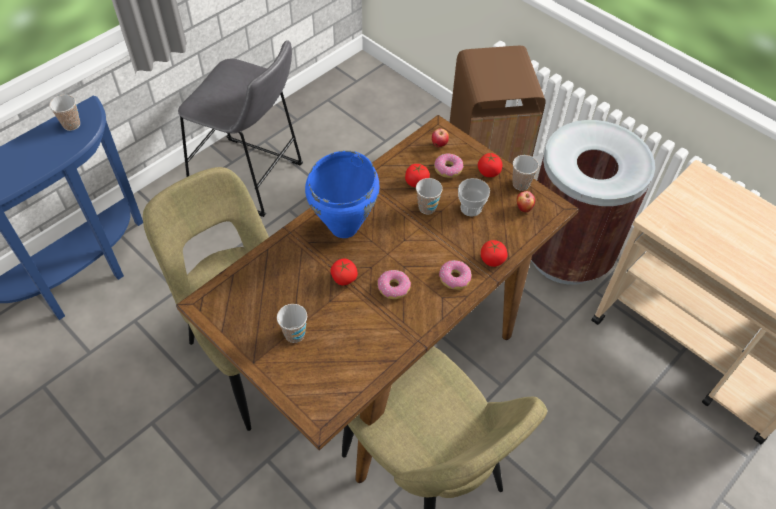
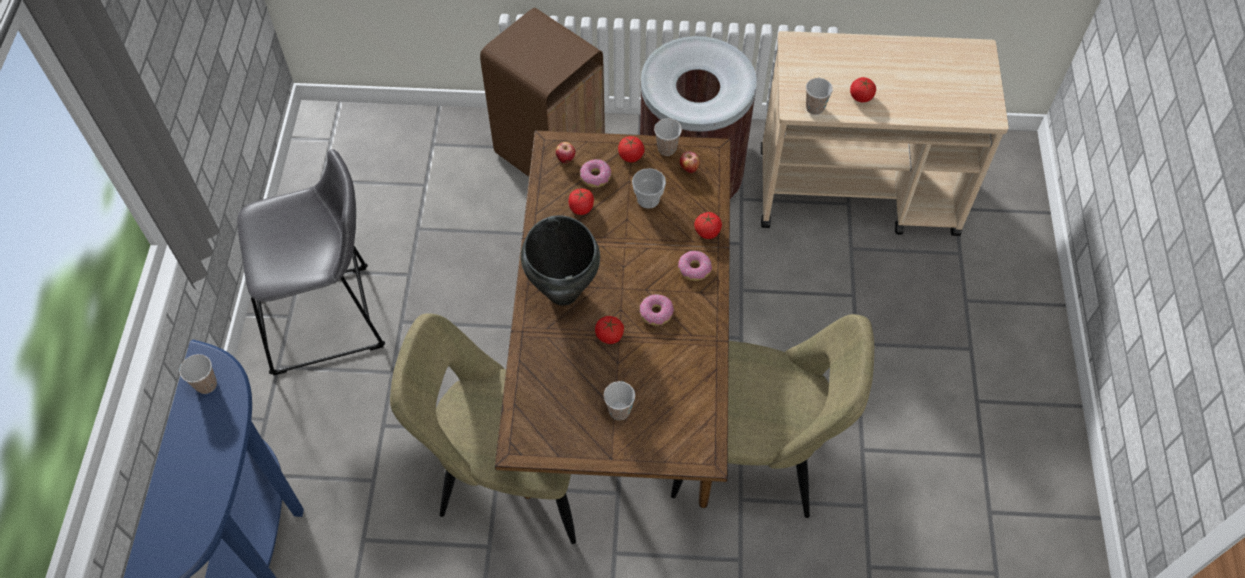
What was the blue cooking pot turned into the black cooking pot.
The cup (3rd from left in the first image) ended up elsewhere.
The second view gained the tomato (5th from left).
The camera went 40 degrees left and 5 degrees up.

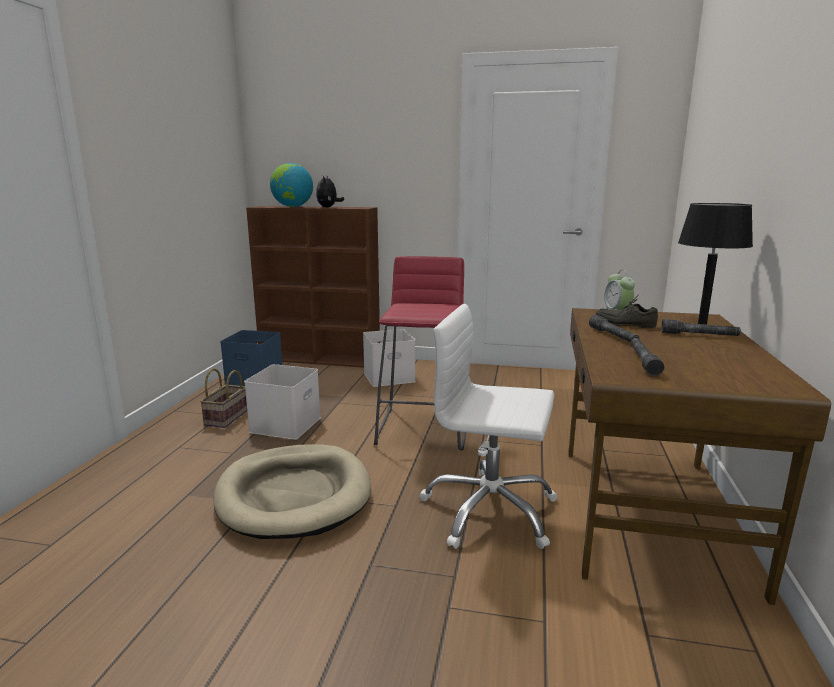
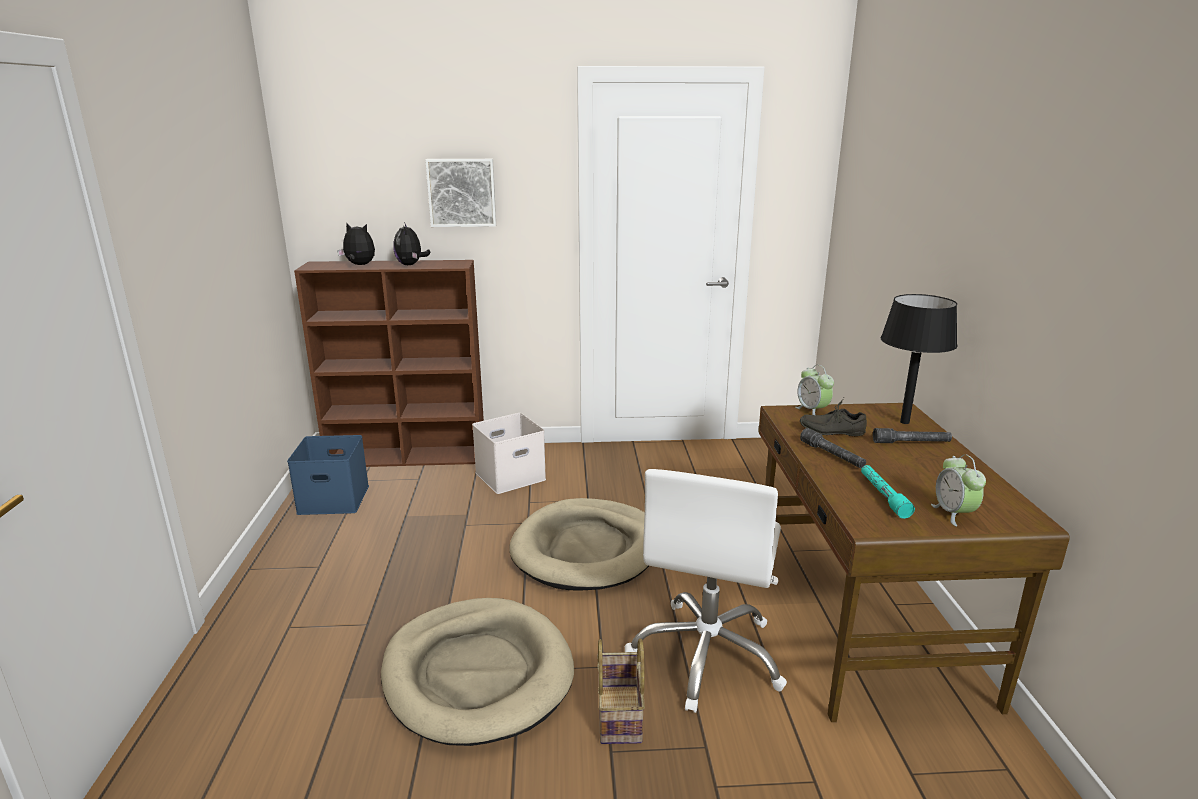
Where the globe stood, the plush toy (1st from left) came to stand.
The second view gained the picture.
Where the red stool stood, the beige dog bed (2nd from left) came to stand.
The basket ended up elsewhere.
The white office chair ended up facing another way, 75 degrees counterclockwise from before.
What was the grey flashlight (2nd from left) turned into the turquoise flashlight.
The second view gained the alarm clock (2nd from left).
The second view lost the white storage box (1st from left).
The camera went 15 degrees left and 5 degrees up.

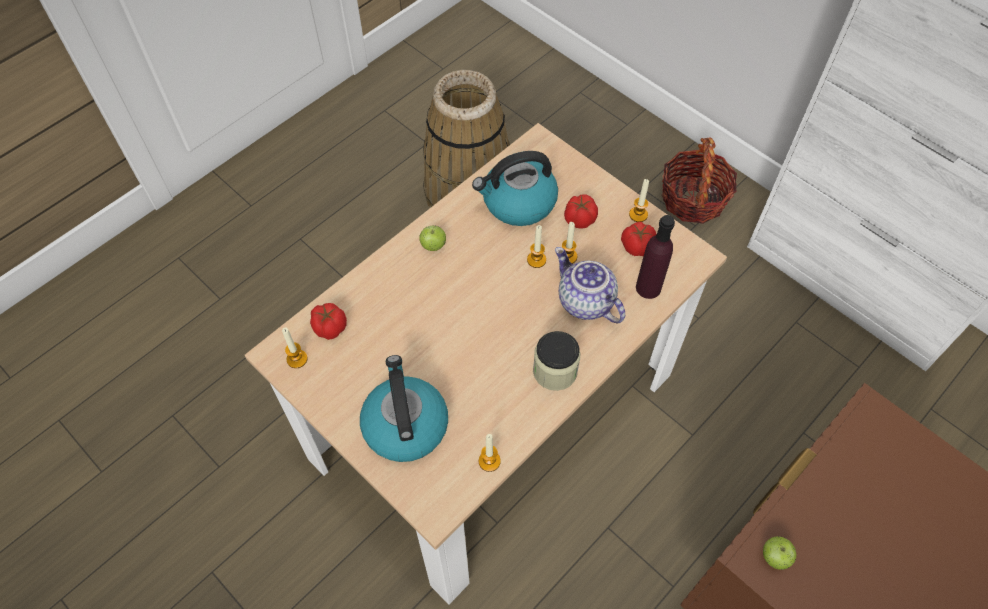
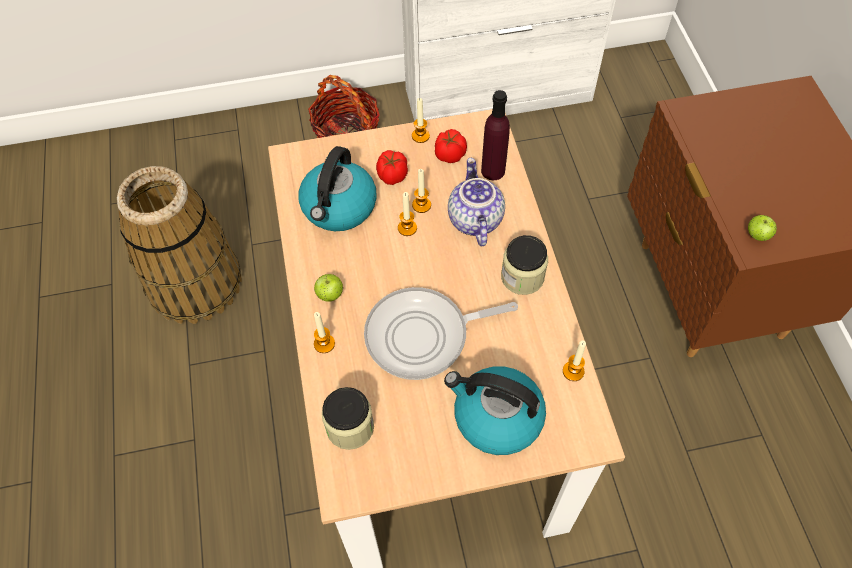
The candle (1st from left) ended up elsewhere.
Where the tomato (1st from left) stood, the jar (1st from left) came to stand.
The second view gained the frying pan.
The teapot ended up facing another way, 90 degrees clockwise from before.
The camera went 55 degrees left and 0 degrees up.

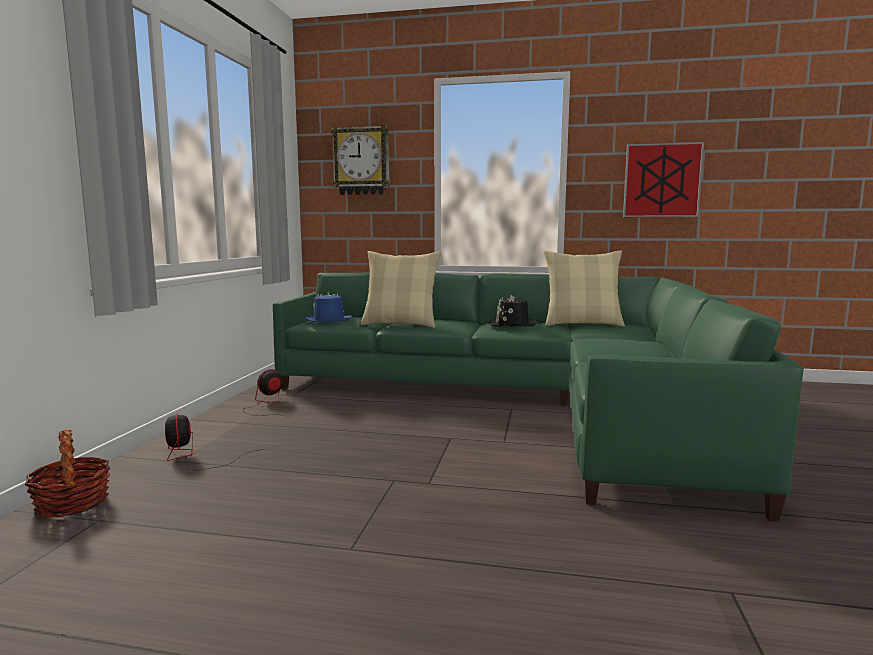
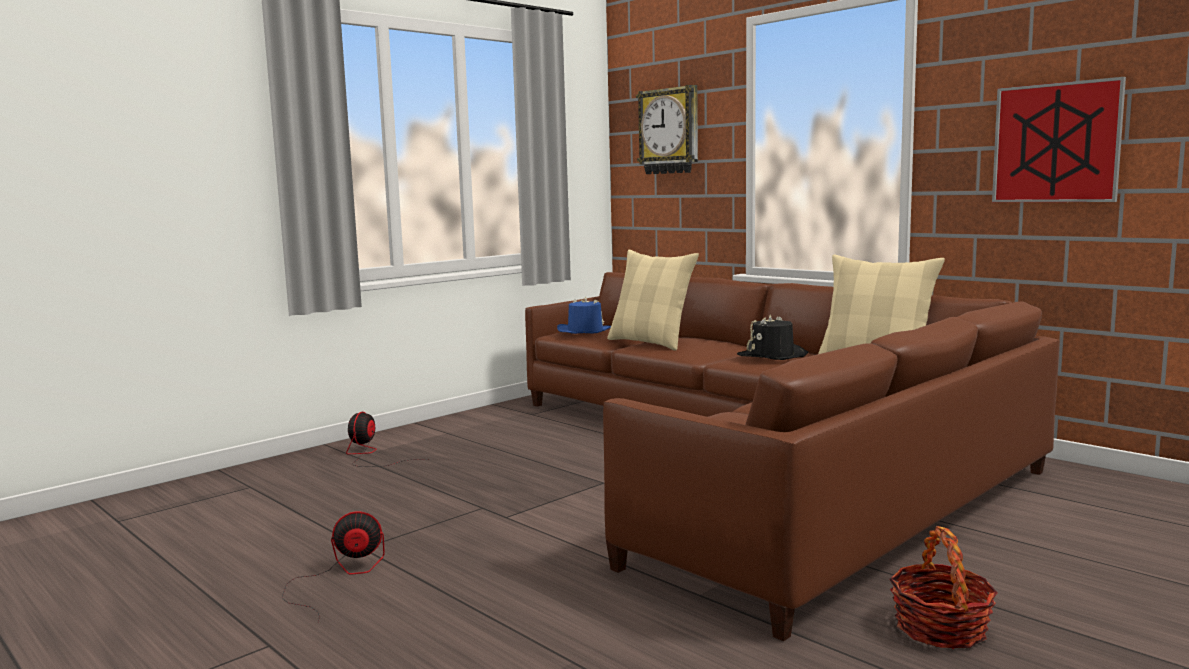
The fan (2nd from left in the first image) ended up elsewhere.
What was the green sofa turned into the brown sofa.
The basket ended up elsewhere.
The camera went 35 degrees right and 0 degrees up.

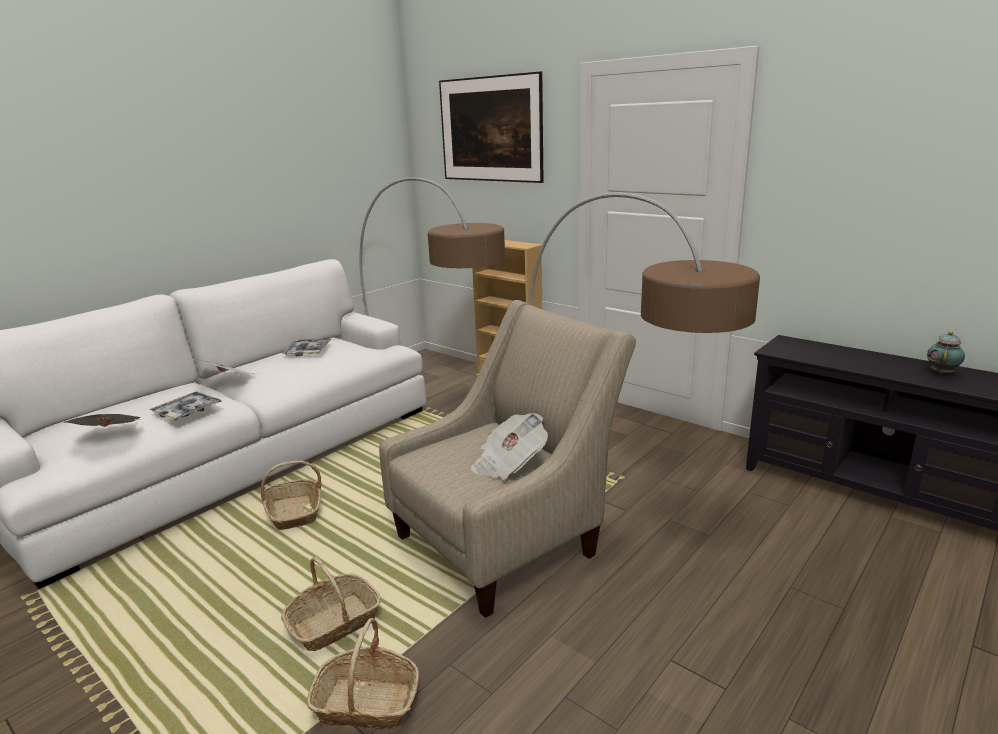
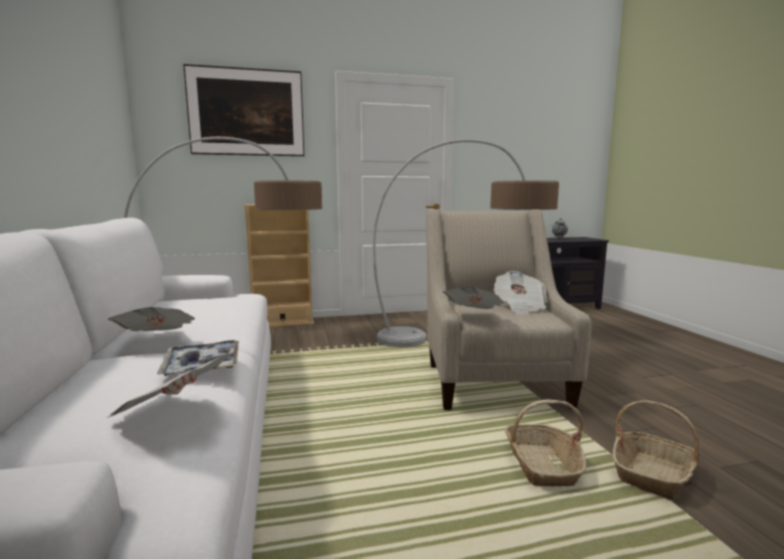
The second view gained the newspaper (3rd from left).
The second view lost the basket (1st from left).
The second view lost the tray (2nd from left).
The camera went 55 degrees left and 10 degrees down.

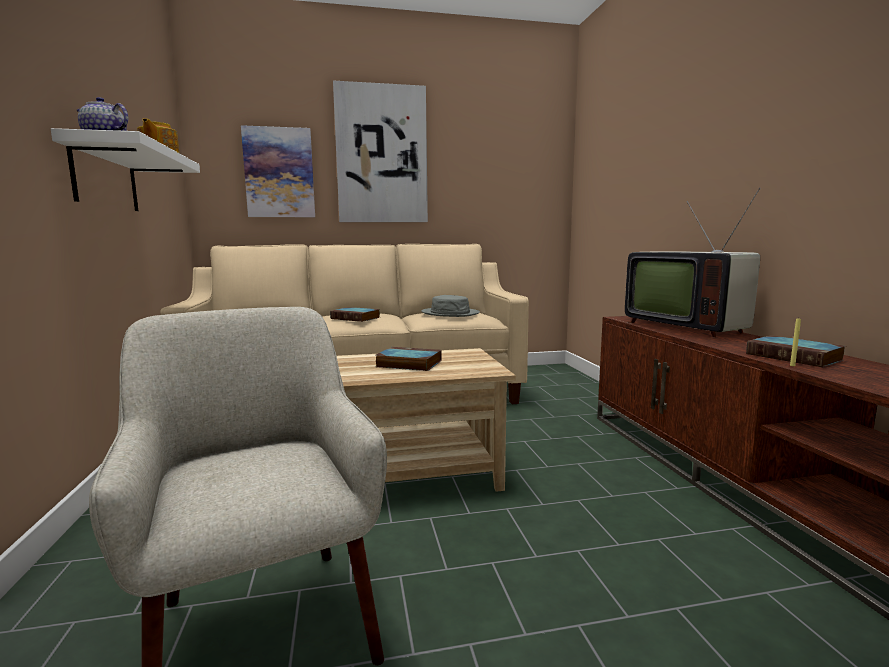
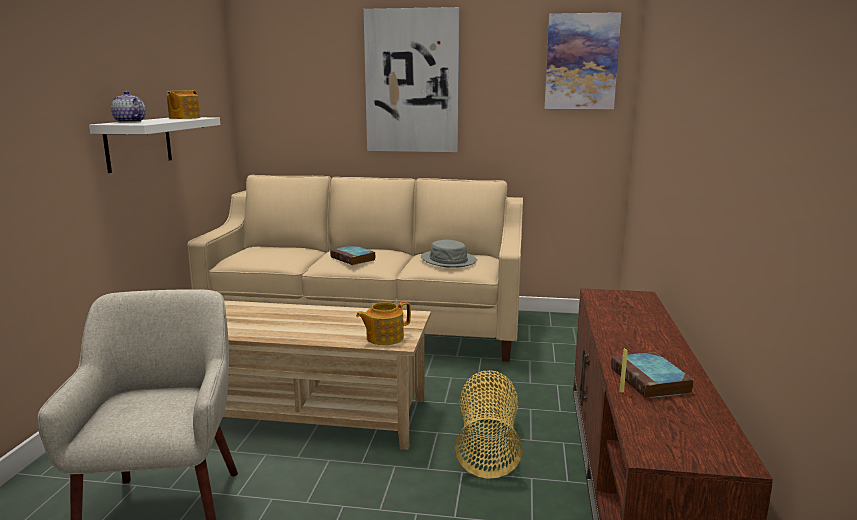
The second view gained the teapot (3rd from left).
The second view gained the basket.
The picture (1st from left in the first image) ended up elsewhere.
The second view lost the book (2nd from left).
The second view lost the television.
The camera went 20 degrees right and 5 degrees up.

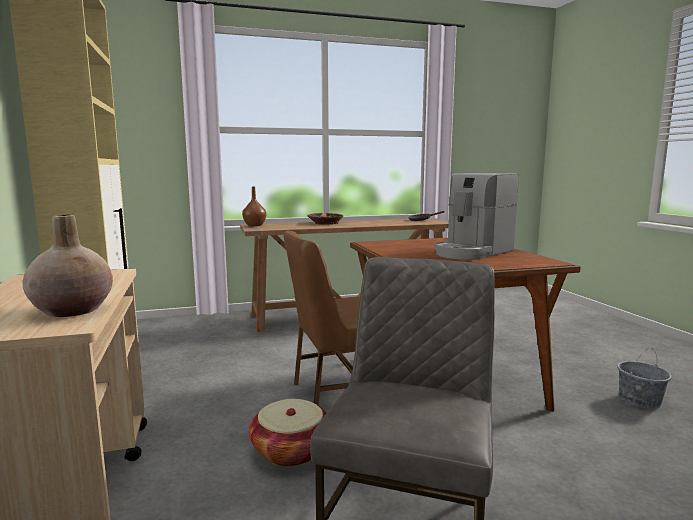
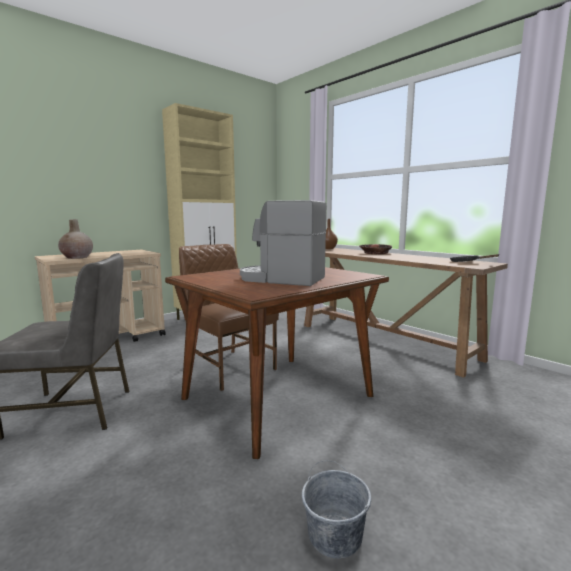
The second view lost the basket.
The camera went 65 degrees right and 0 degrees up.

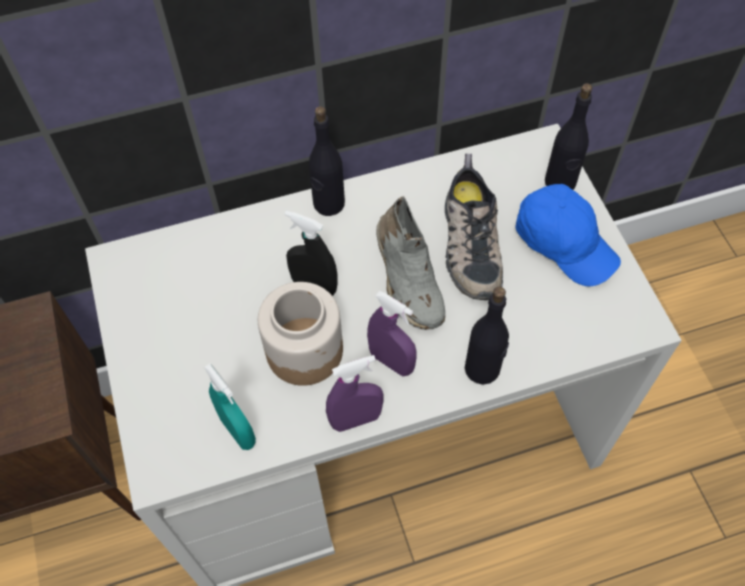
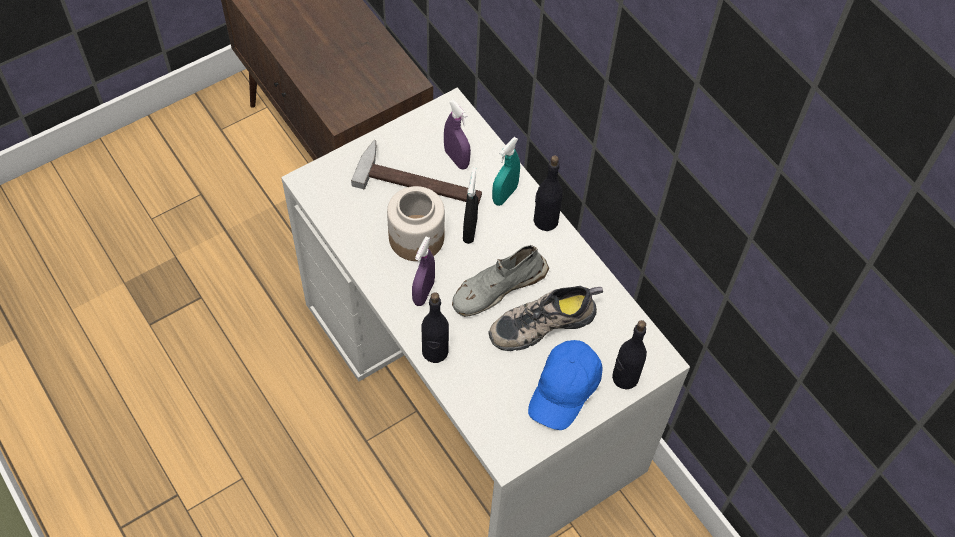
The second view gained the hammer.
The purple spray bottle (1st from left in the first image) ended up elsewhere.
The turquoise spray bottle ended up elsewhere.
The camera went 70 degrees right and 0 degrees up.

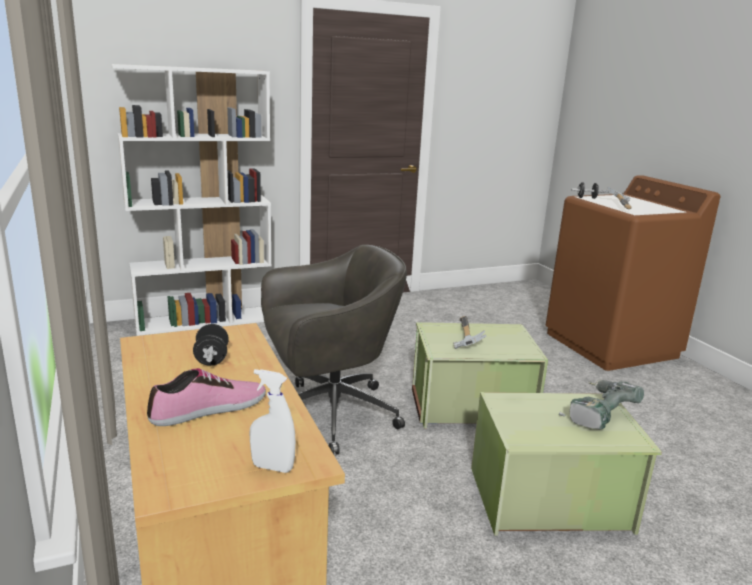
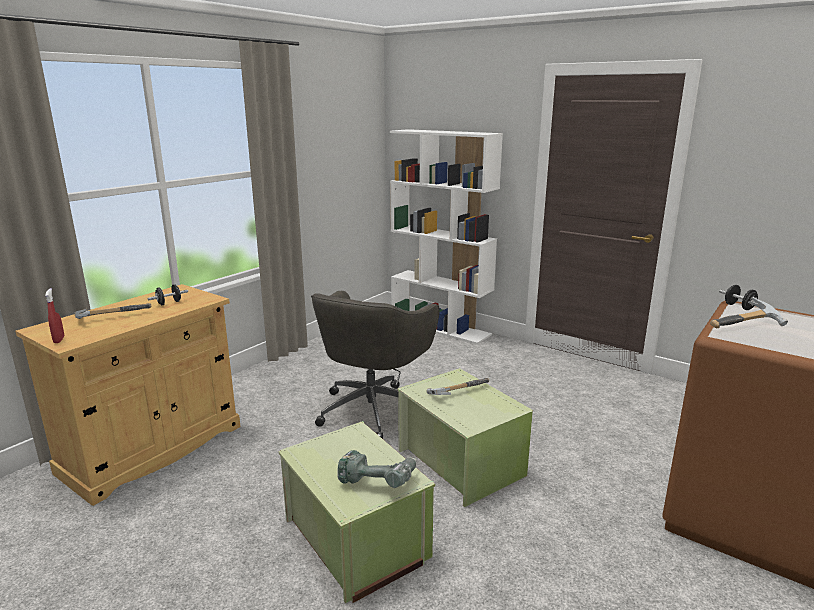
What was the white spray bottle turned into the red spray bottle.
Where the shoe stood, the hammer (1st from left) came to stand.
The grey office chair ended up facing another way, 75 degrees clockwise from before.
The camera went 60 degrees right and 0 degrees up.

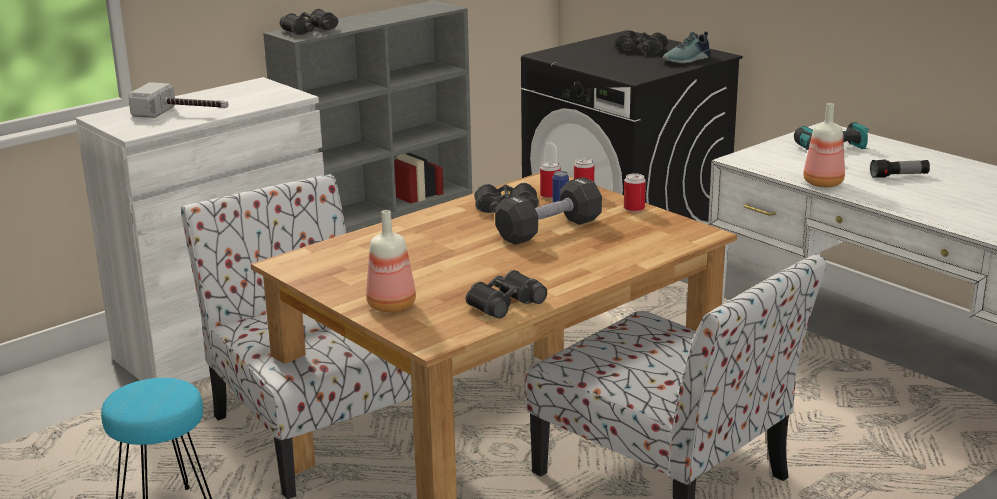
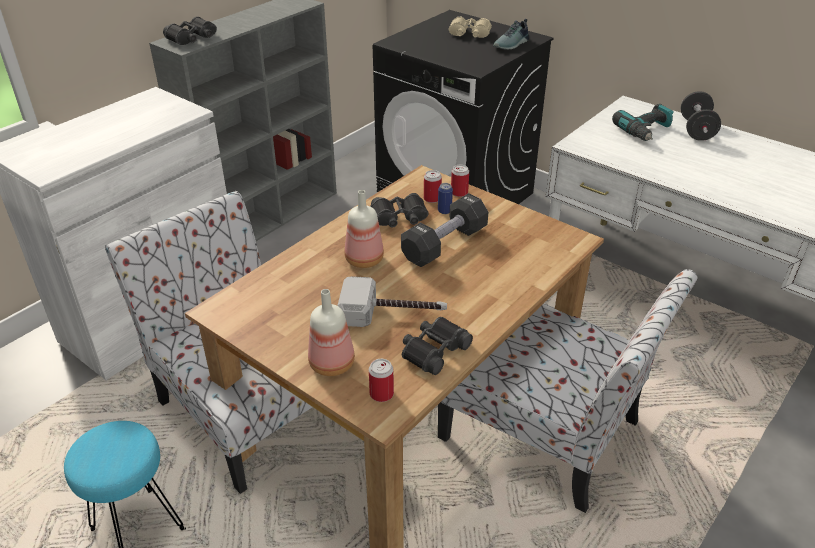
The hammer ended up elsewhere.
The bottle (2nd from left) ended up elsewhere.
The can (4th from left in the first image) ended up elsewhere.
What was the black binoculars (4th from left) turned into the beige binoculars.
The second view gained the black dumbbell (2nd from left).
The second view lost the flashlight.
The camera went 10 degrees left and 15 degrees up.

